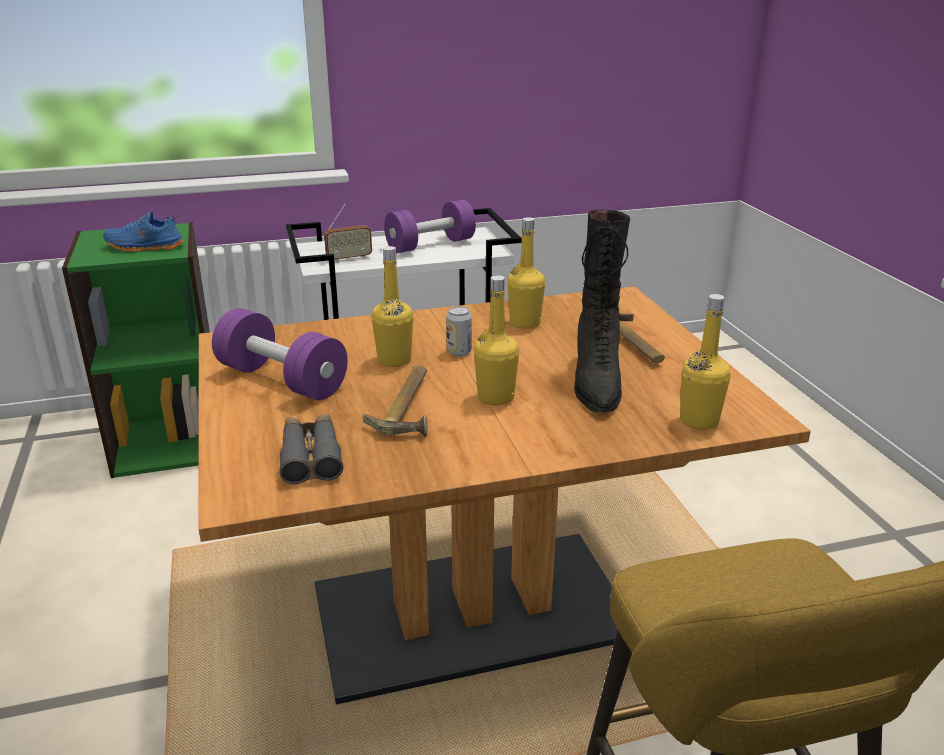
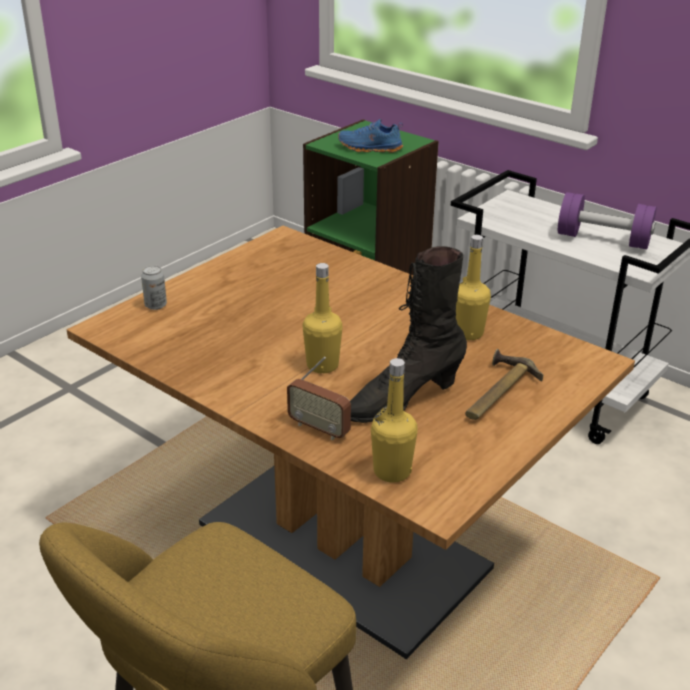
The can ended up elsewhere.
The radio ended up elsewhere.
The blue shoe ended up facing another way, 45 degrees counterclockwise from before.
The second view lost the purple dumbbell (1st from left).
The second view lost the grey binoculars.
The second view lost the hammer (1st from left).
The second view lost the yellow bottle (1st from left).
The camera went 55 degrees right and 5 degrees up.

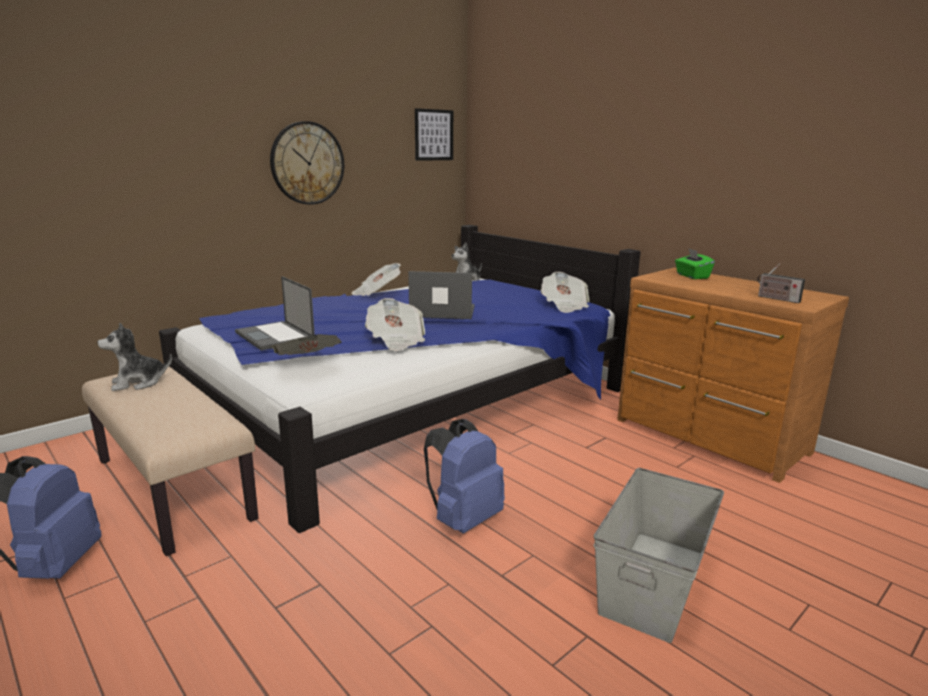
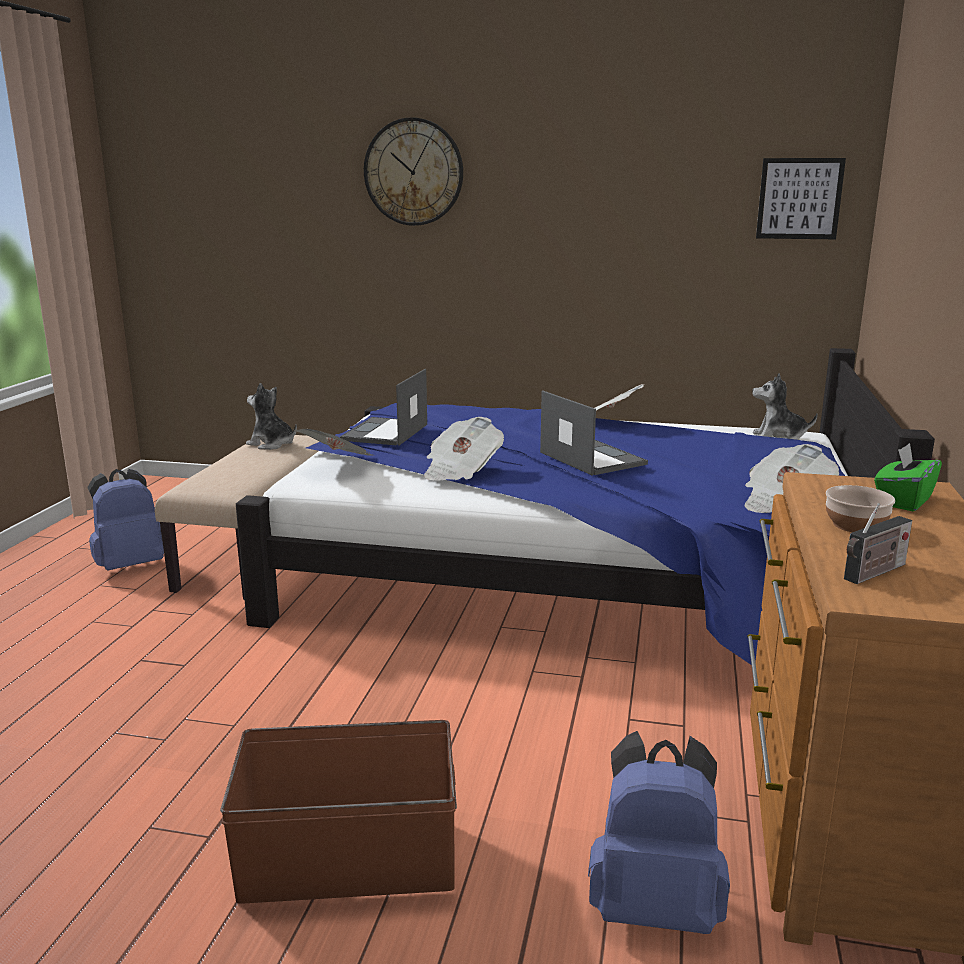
What was the grey storage box turned into the brown storage box.
The wall clock ended up elsewhere.
The blue backpack (2nd from left) ended up elsewhere.
The second view gained the bowl.
The radio ended up facing another way, 135 degrees counterclockwise from before.
The camera went 55 degrees right and 0 degrees up.

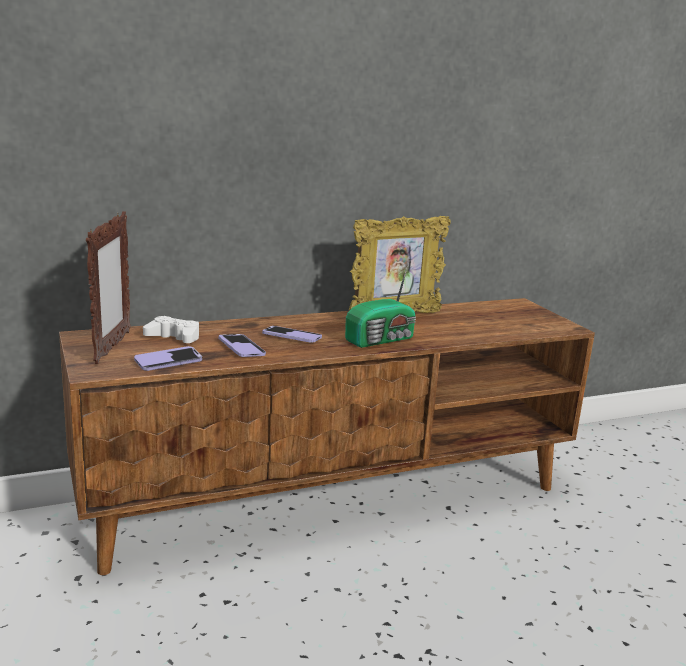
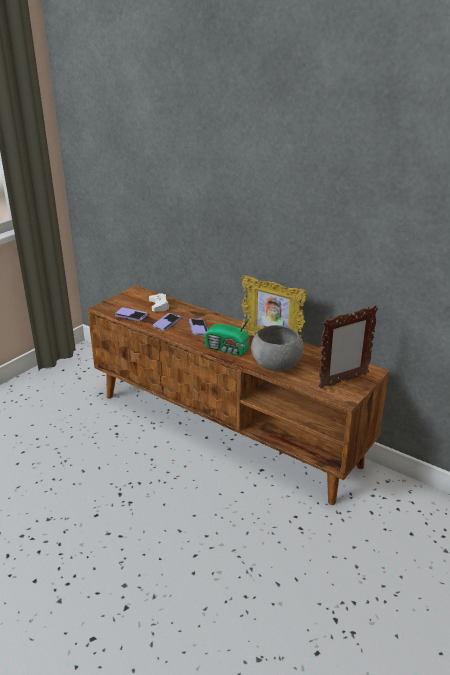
The second view gained the grey bowl.
The picture frame (1st from left in the first image) ended up elsewhere.
The camera went 60 degrees right and 10 degrees up.

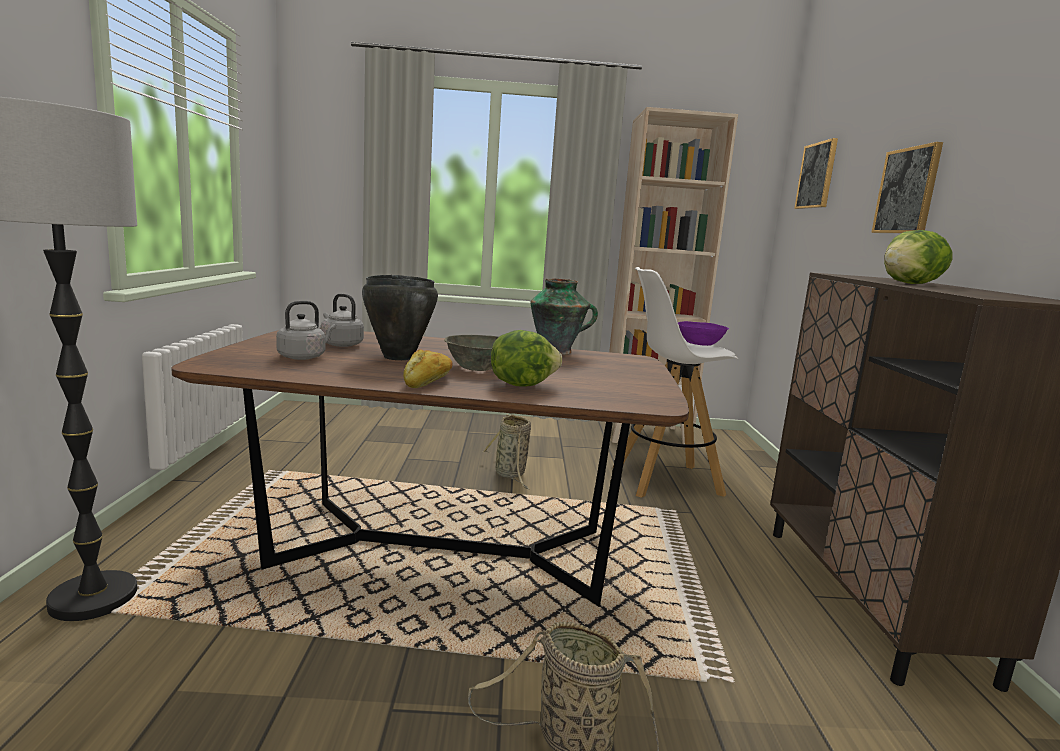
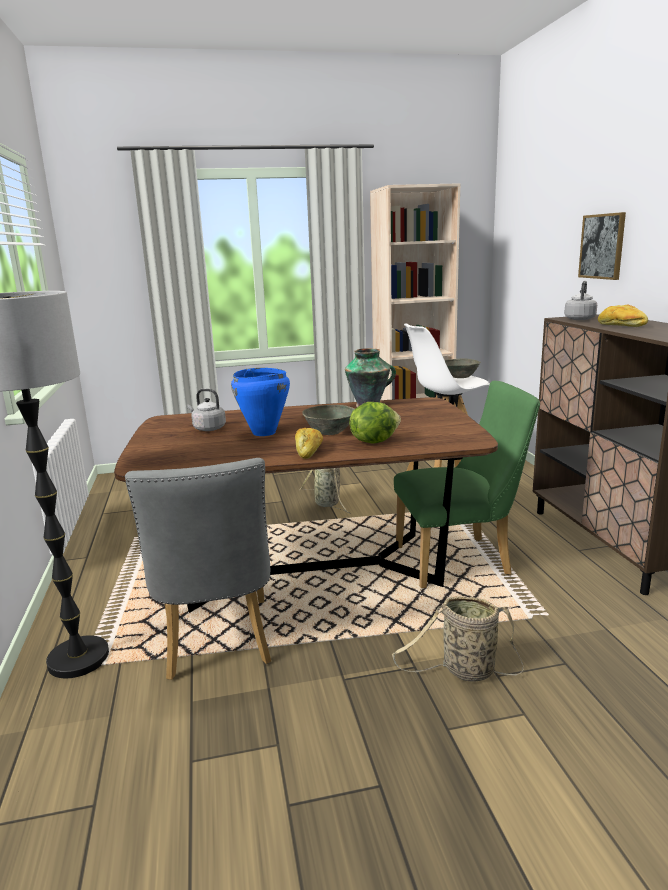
The second view gained the grey chair.
What was the black cooking pot turned into the blue cooking pot.
The second view gained the green chair.
What was the purple bowl turned into the grey bowl (2nd from left).
The grey kettle (1st from left in the first image) ended up elsewhere.
Where the lettuce (2nd from left) stood, the bread (2nd from left) came to stand.
The second view lost the picture (1st from left).
The camera went 10 degrees left and 5 degrees up.

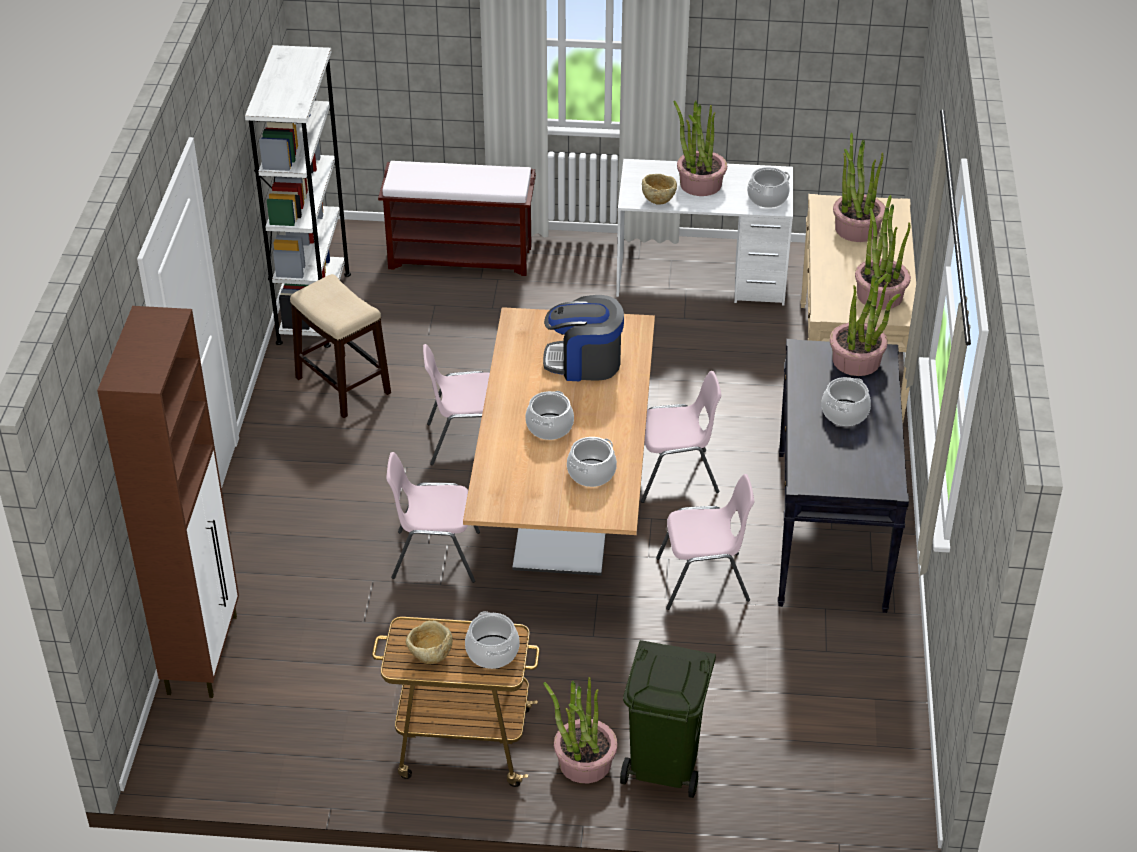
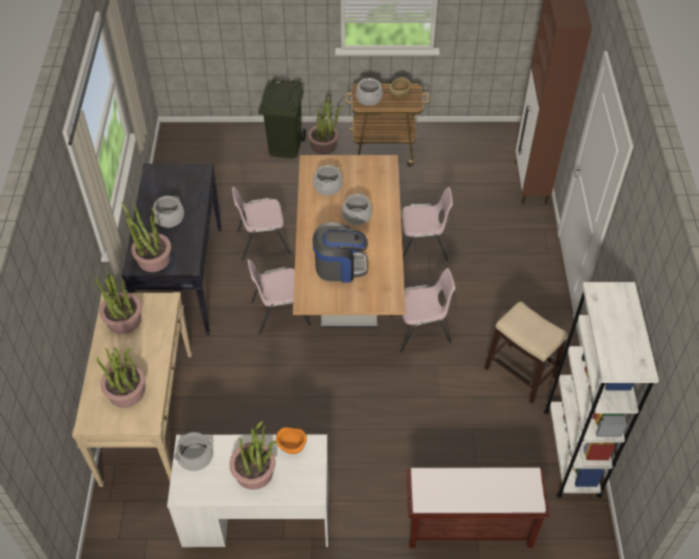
What was the beige bowl (2nd from left) turned into the orange bowl.
The camera went 175 degrees right and 10 degrees up.

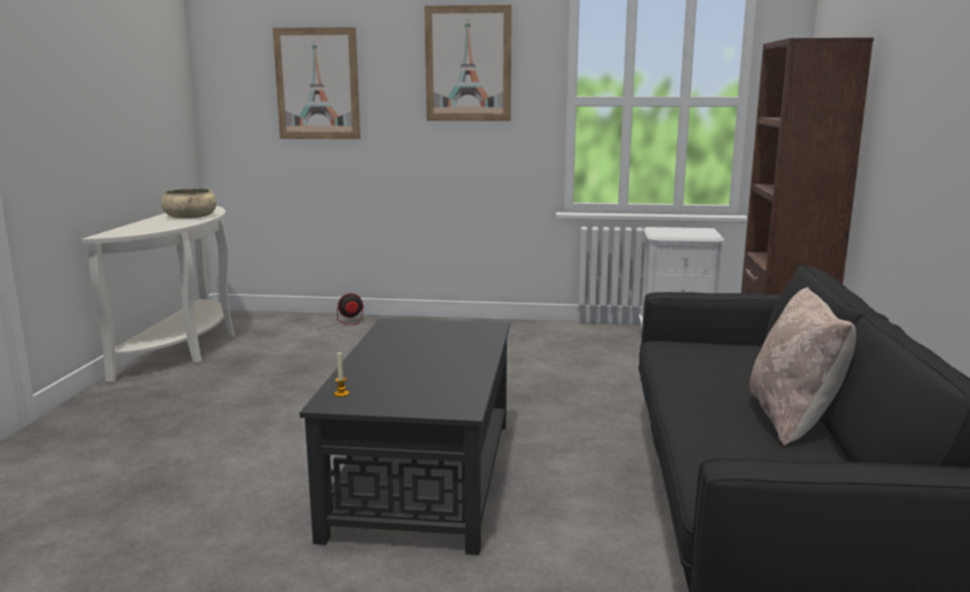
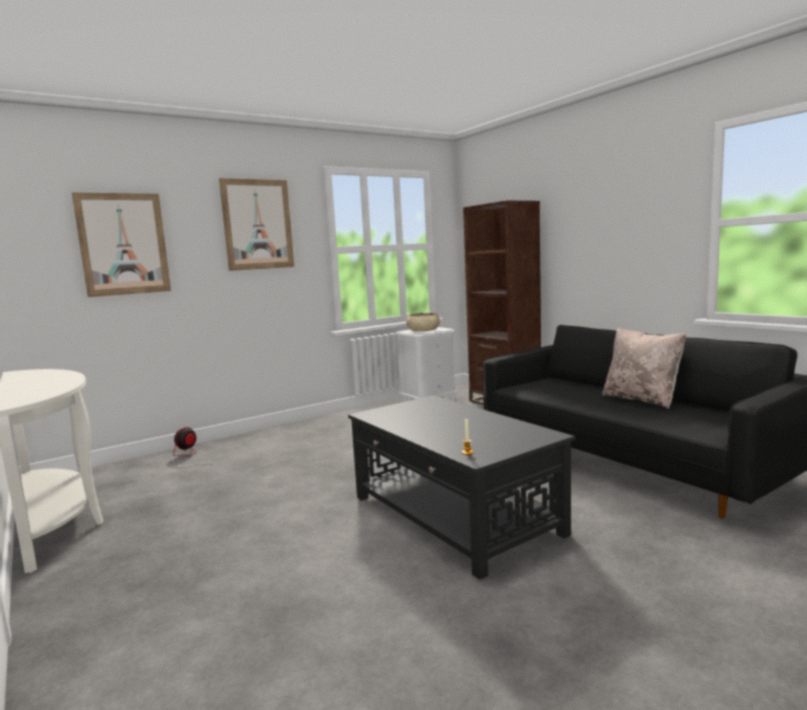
The beige bowl ended up elsewhere.
The camera went 40 degrees left and 5 degrees down.

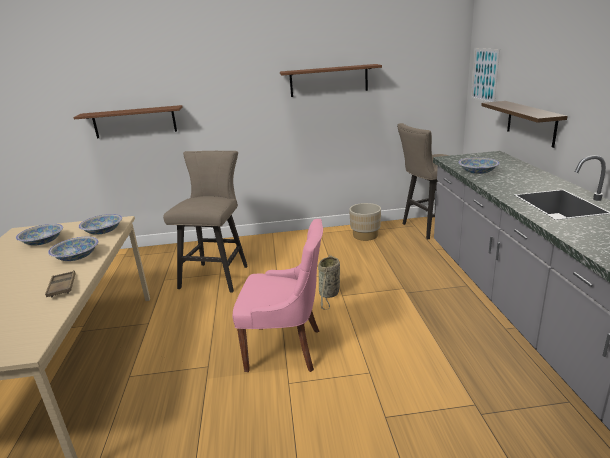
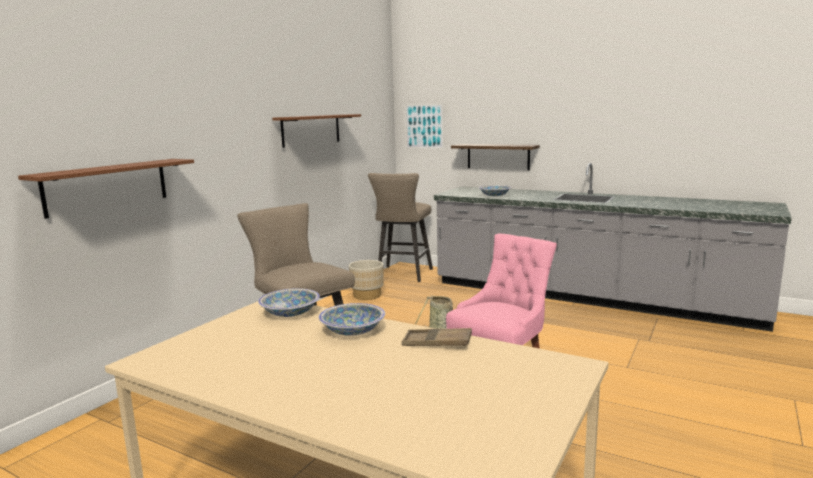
The second view lost the bowl (1st from left).
The camera went 55 degrees left and 10 degrees down.

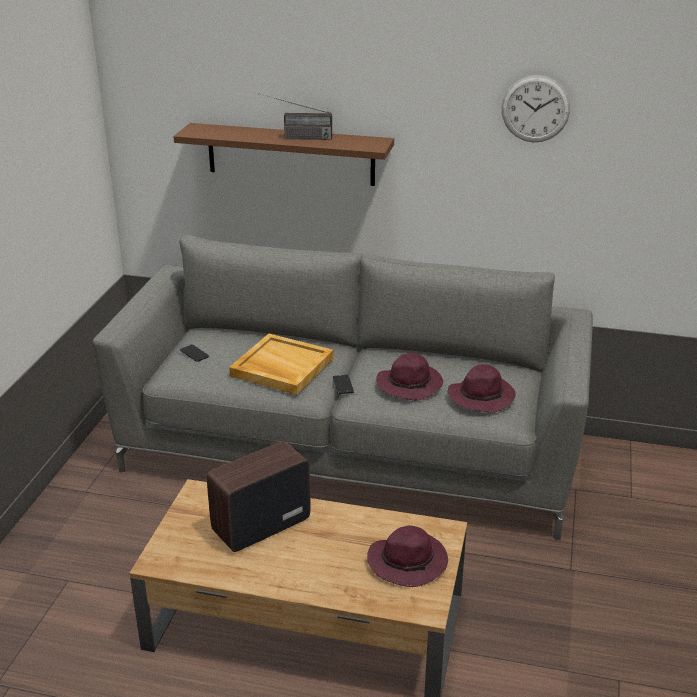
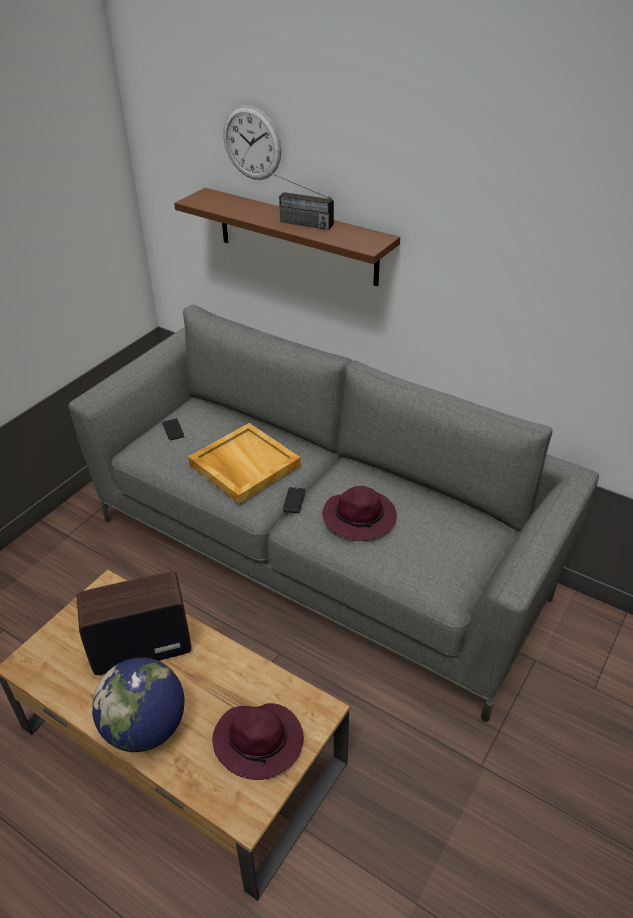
The second view gained the globe.
The wall clock ended up elsewhere.
The second view lost the purple hat (3rd from left).
The camera went 20 degrees right and 10 degrees up.

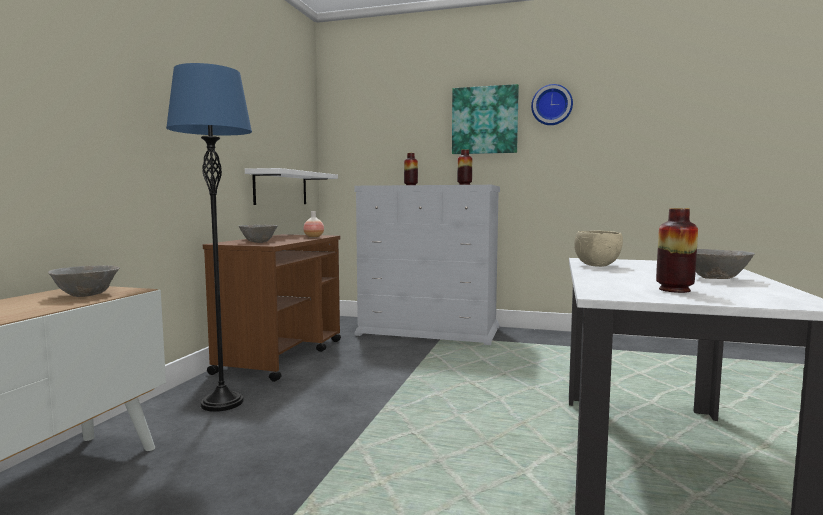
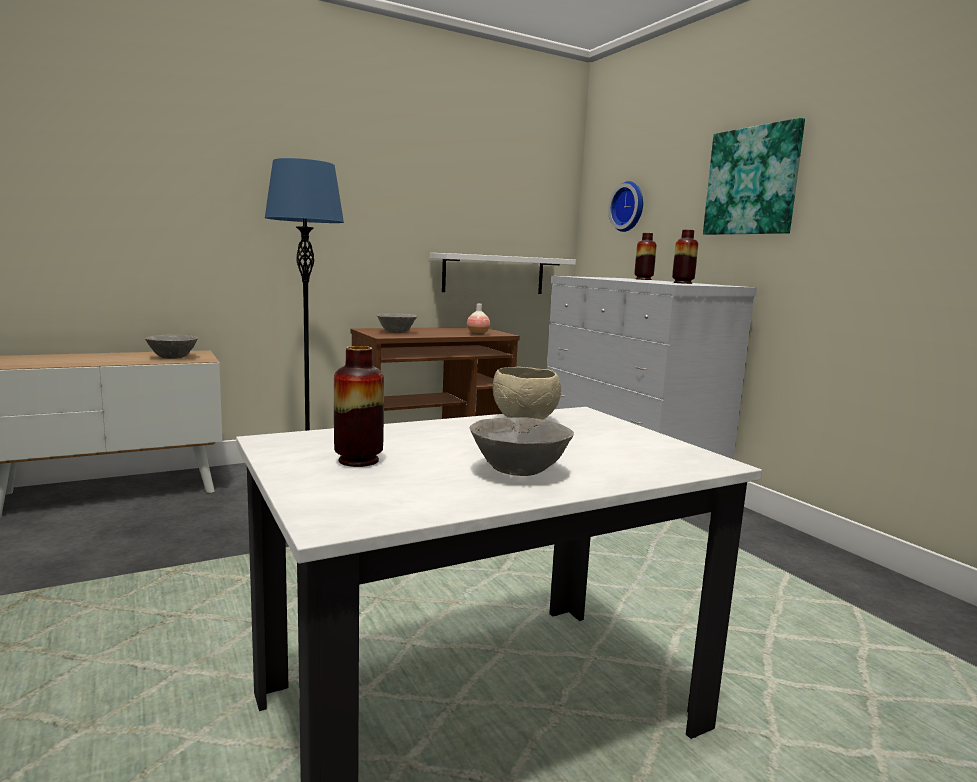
The wall clock ended up elsewhere.
The camera went 45 degrees right and 5 degrees up.

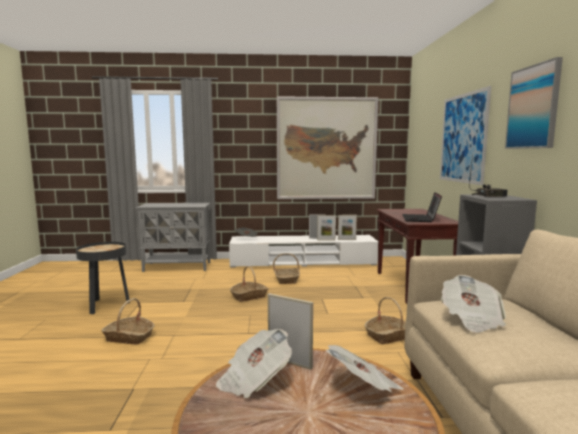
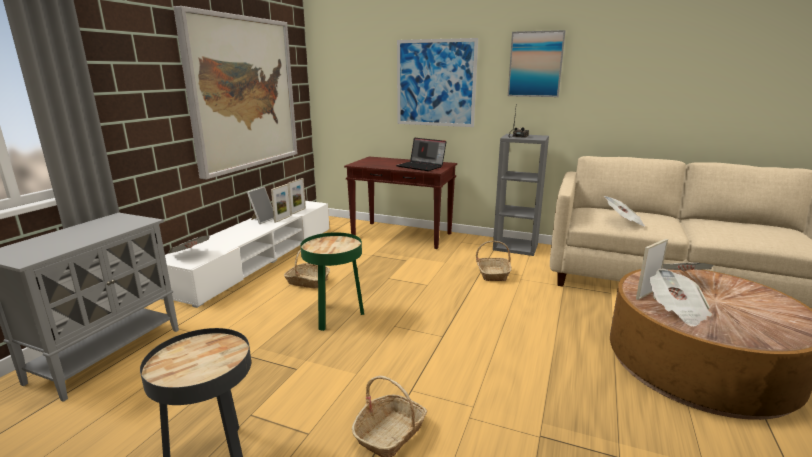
Where the basket (2nd from left) stood, the green side table came to stand.
The camera went 65 degrees left and 10 degrees up.

